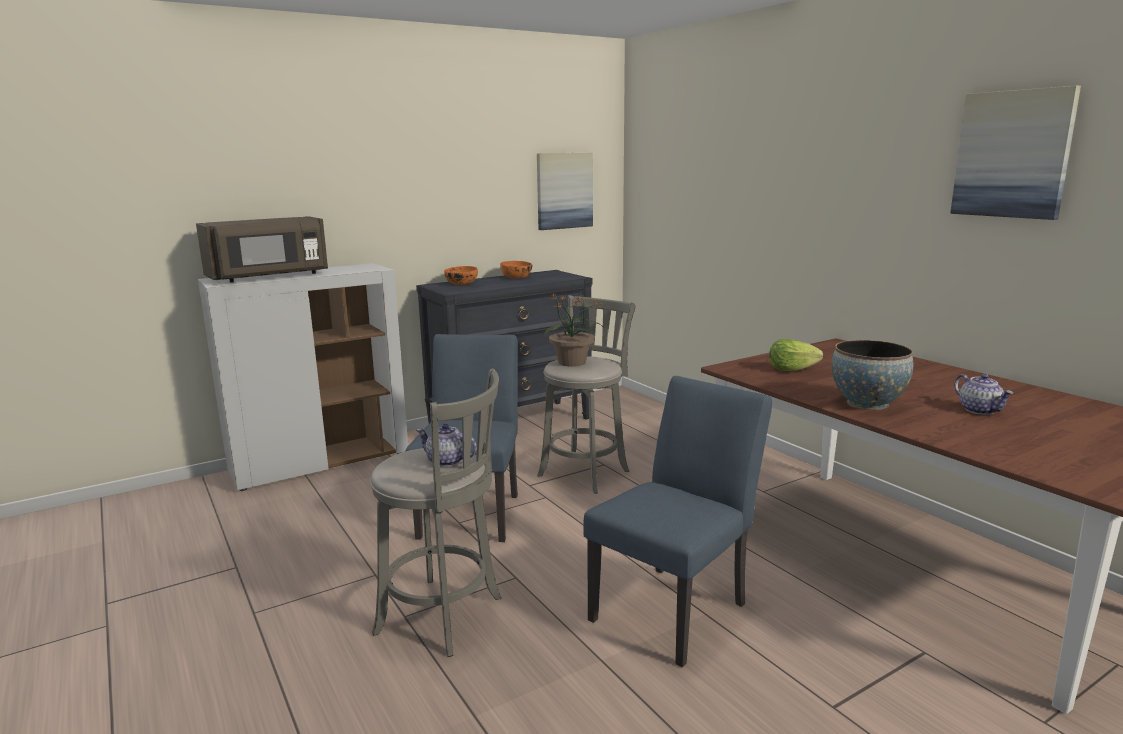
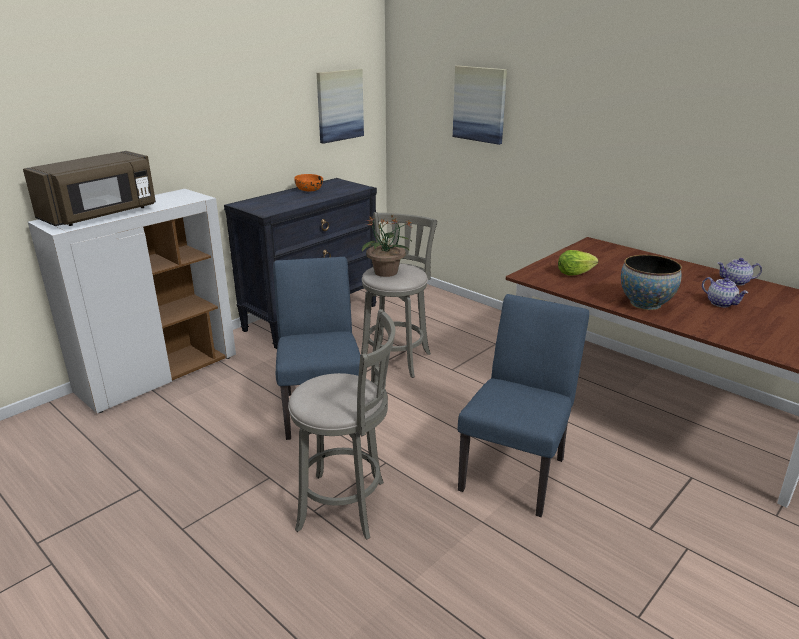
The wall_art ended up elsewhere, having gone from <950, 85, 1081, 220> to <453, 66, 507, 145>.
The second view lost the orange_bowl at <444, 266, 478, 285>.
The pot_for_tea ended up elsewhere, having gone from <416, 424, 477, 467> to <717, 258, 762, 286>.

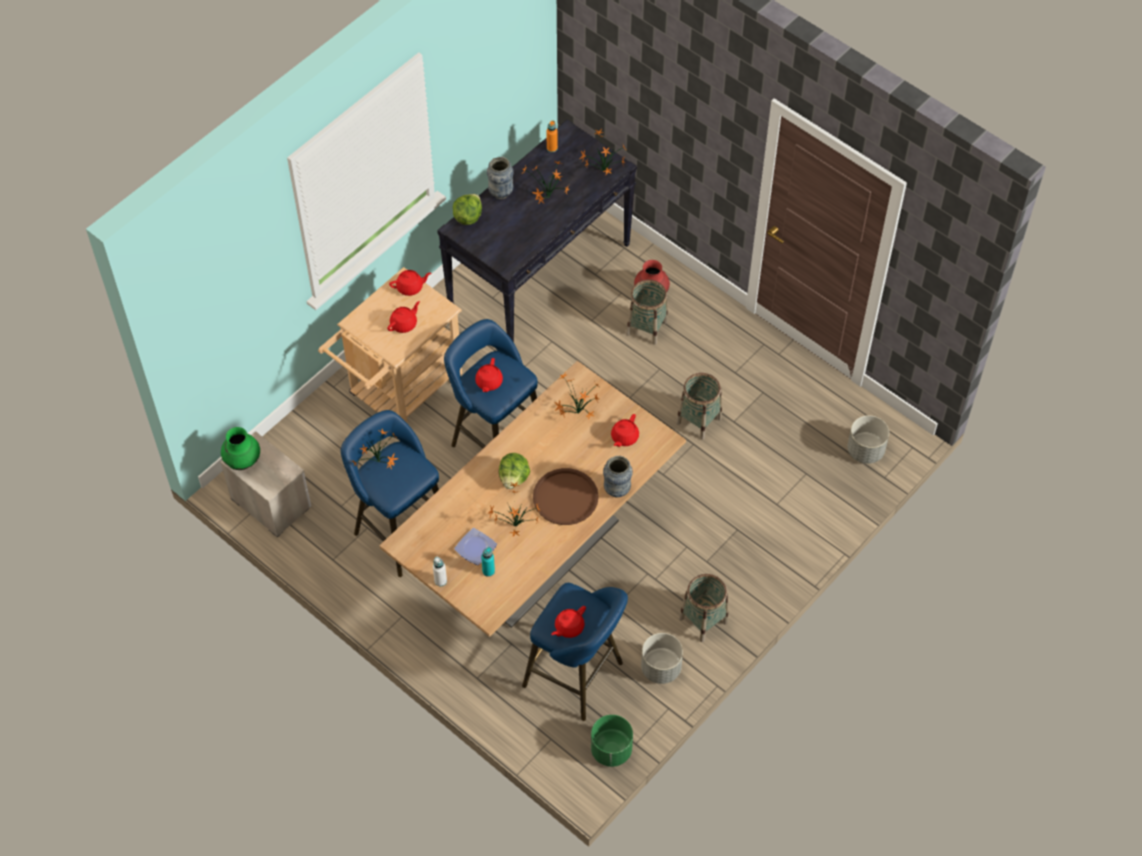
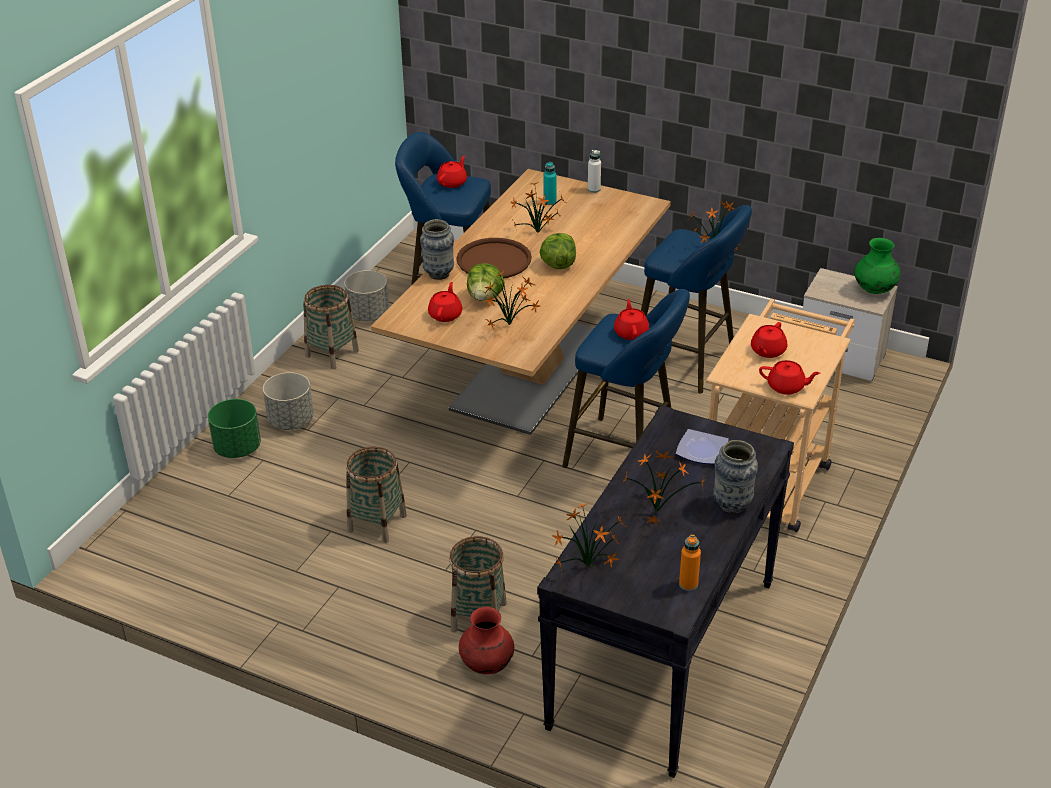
The head_of_lettuce ended up elsewhere, having gone from <453, 194, 482, 225> to <467, 263, 505, 301>.
The reddish_pot_for_tea at <389, 270, 431, 296> ended up facing another way, 135 degrees counterclockwise from before.
The grey_plant_pot ended up elsewhere, having gone from <847, 415, 889, 464> to <263, 372, 314, 430>.
The flat_dish ended up elsewhere, having gone from <454, 528, 497, 565> to <676, 429, 729, 465>.
The greenish_plant_pot ended up elsewhere, having gone from <591, 715, 633, 767> to <208, 399, 261, 458>.

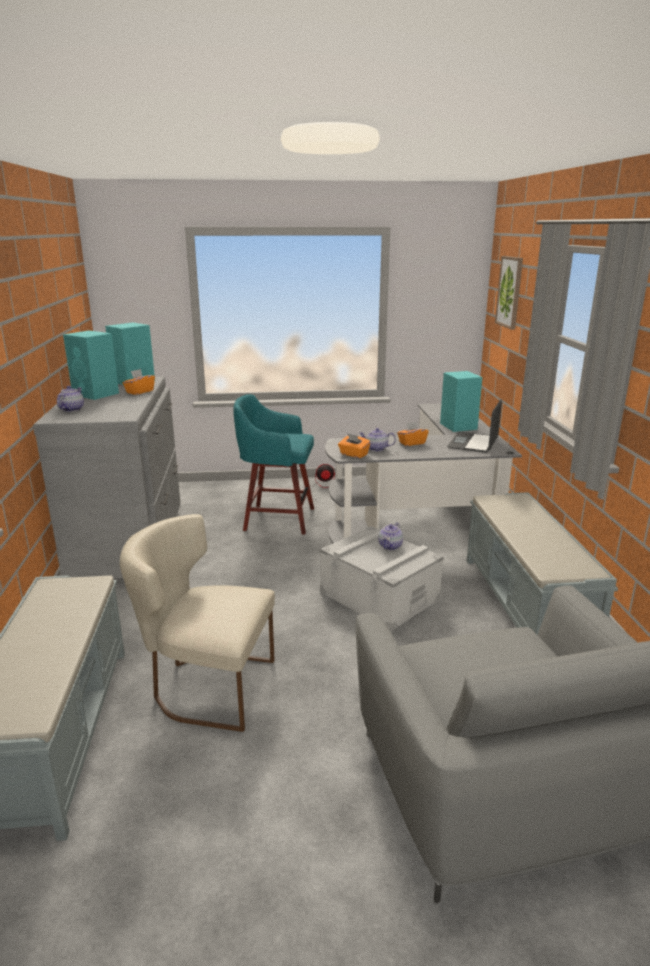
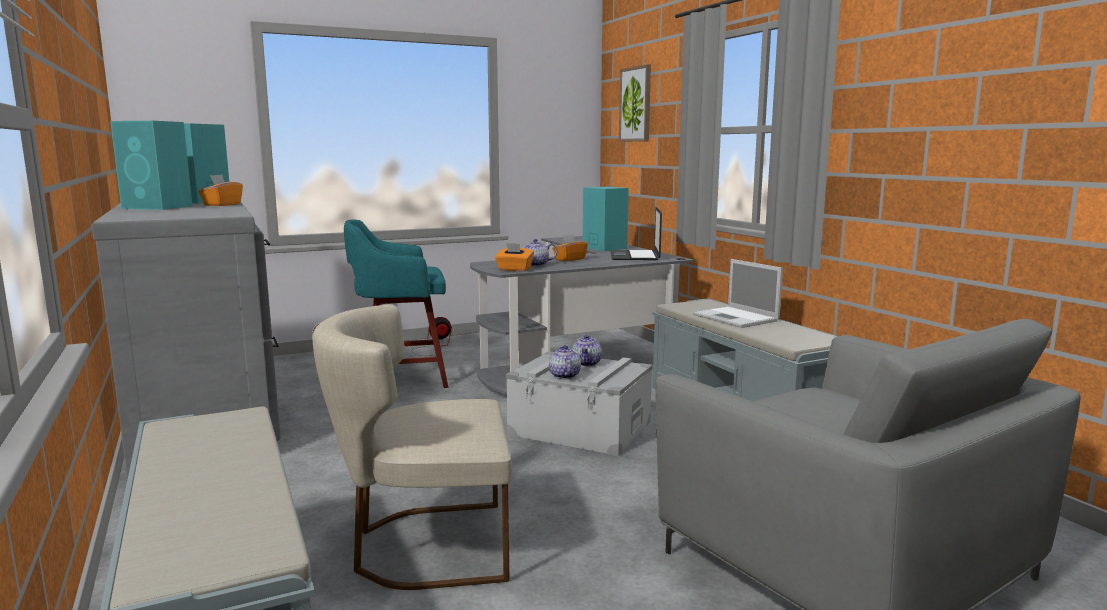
The pot_for_tea ended up elsewhere, having gone from <57, 386, 84, 412> to <549, 345, 581, 379>.
The second view gained the laptop at <693, 259, 783, 328>.

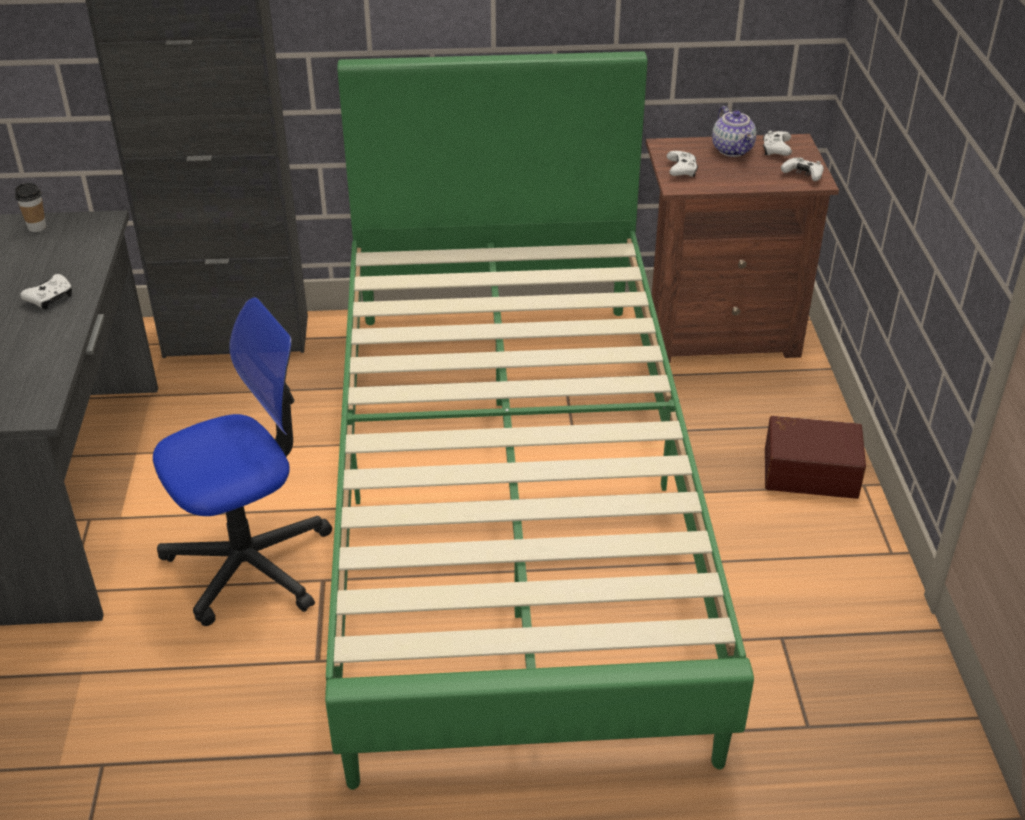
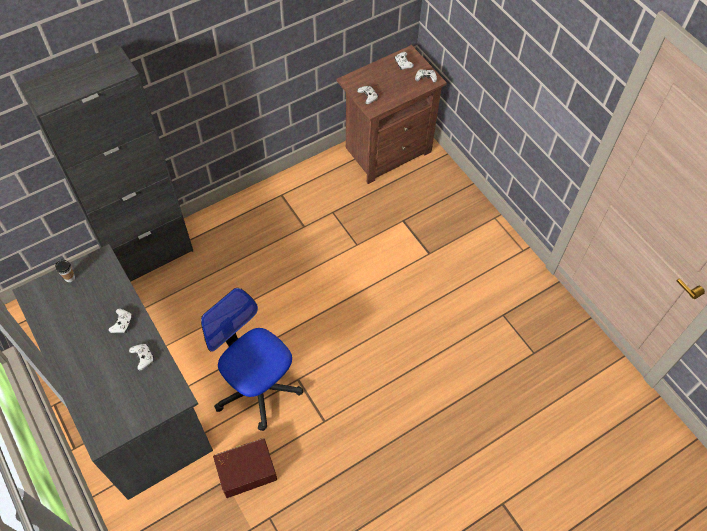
The second view lost the greenish_bedroom_bed at <325, 51, 754, 790>.
The second view lost the pot_for_tea at <712, 106, 757, 157>.
The office_chair at <153, 297, 332, 626> ended up facing another way, 75 degrees counterclockwise from before.
The brown-coloured_storage_bin ended up elsewhere, having gone from <765, 416, 866, 499> to <213, 438, 277, 498>.
The second view gained the white-coloured_gamepad at <129, 344, 154, 370>.

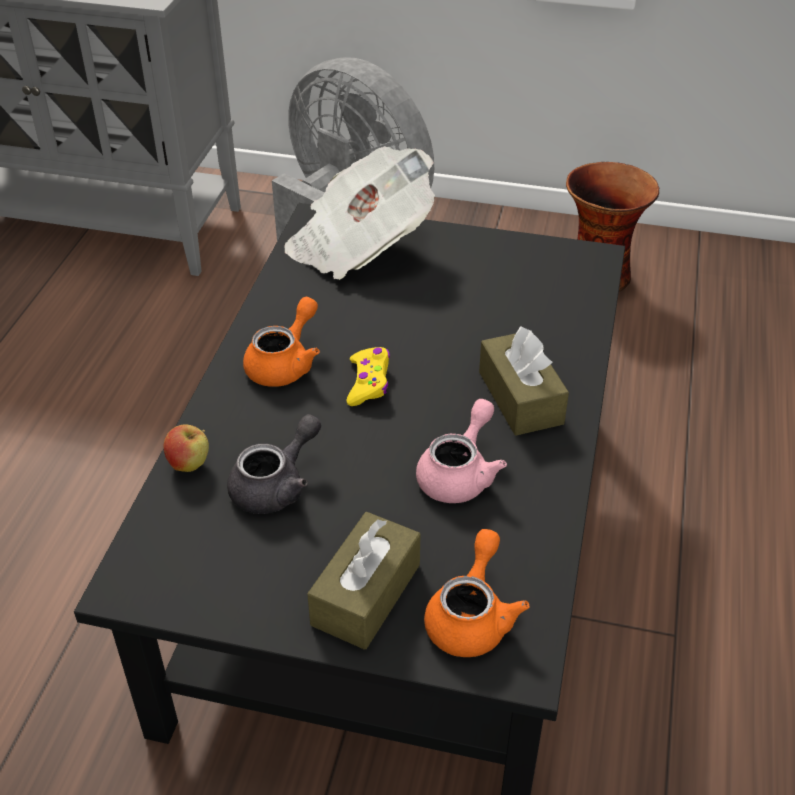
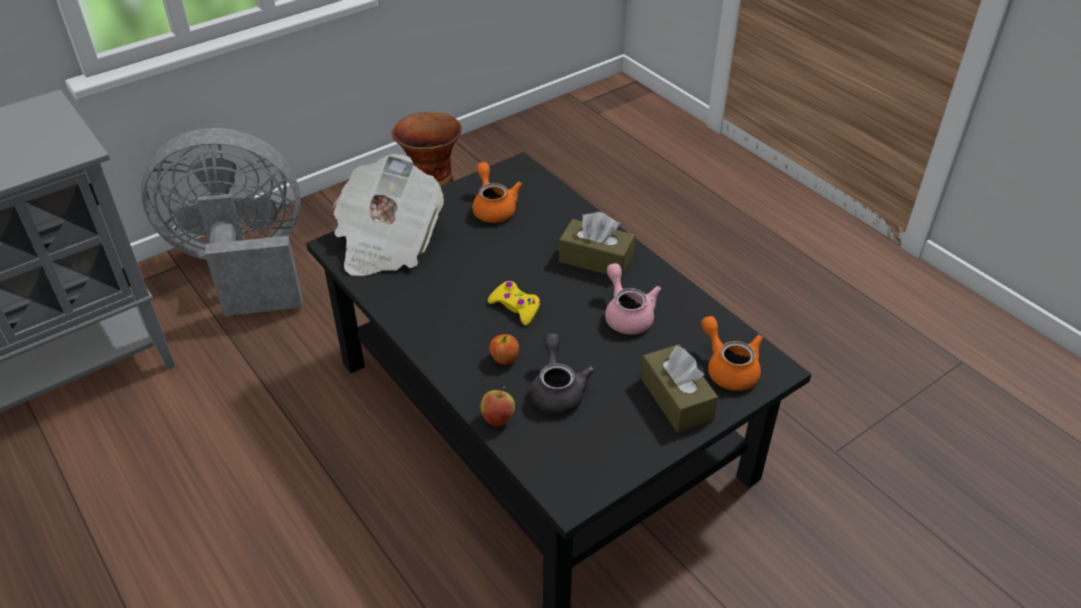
The orange_pot_for_tea ended up elsewhere, having gone from <243, 297, 320, 387> to <472, 162, 522, 223>.
The second view gained the whole_apple at <489, 334, 519, 365>.

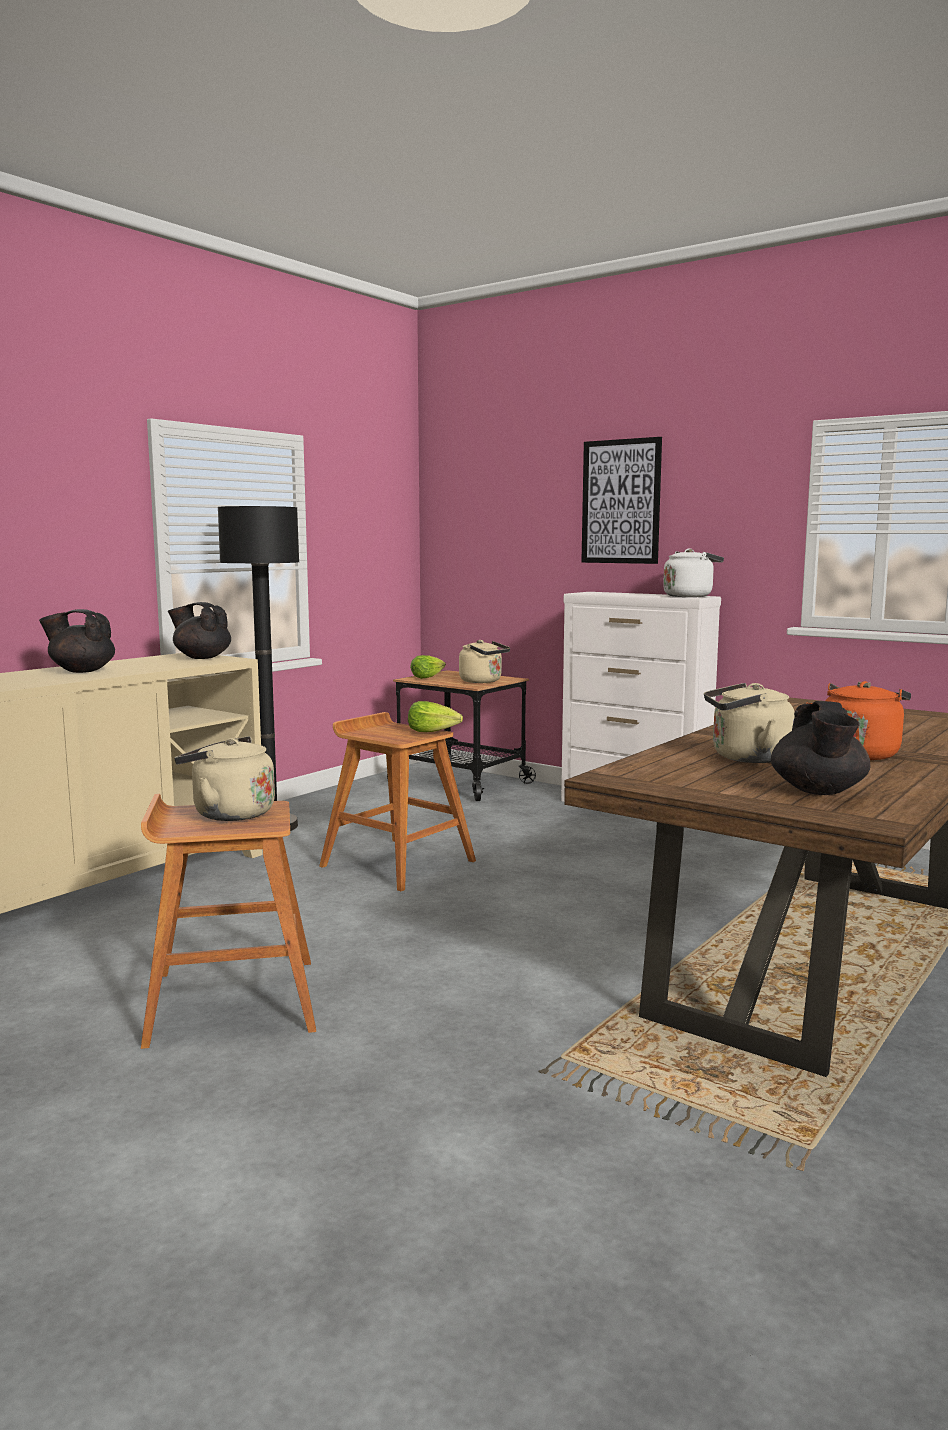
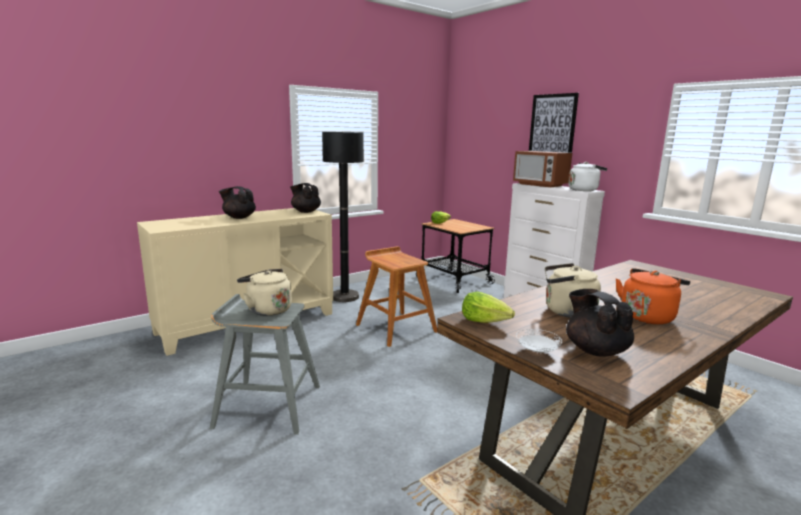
The second view lost the beige-coloured_tea_kettle at <459, 640, 510, 683>.
The head_of_lettuce ended up elsewhere, having gone from <408, 701, 463, 732> to <462, 292, 515, 323>.
The black_pot_for_tea at <771, 701, 870, 795> ended up facing another way, 135 degrees clockwise from before.
What was the brown-coloured_sitting_stool at <141, 794, 316, 1049> turned into the grey_sitting_stool at <210, 294, 320, 435>.
The second view gained the microwave at <513, 151, 572, 187>.
The second view gained the white-coloured_flat_dish at <516, 329, 562, 353>.

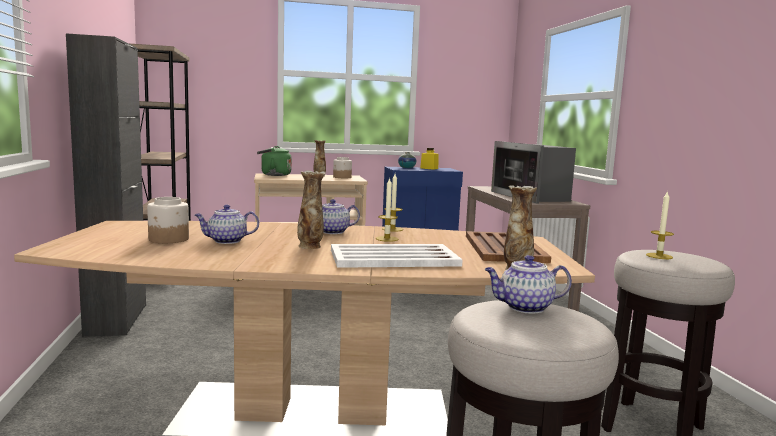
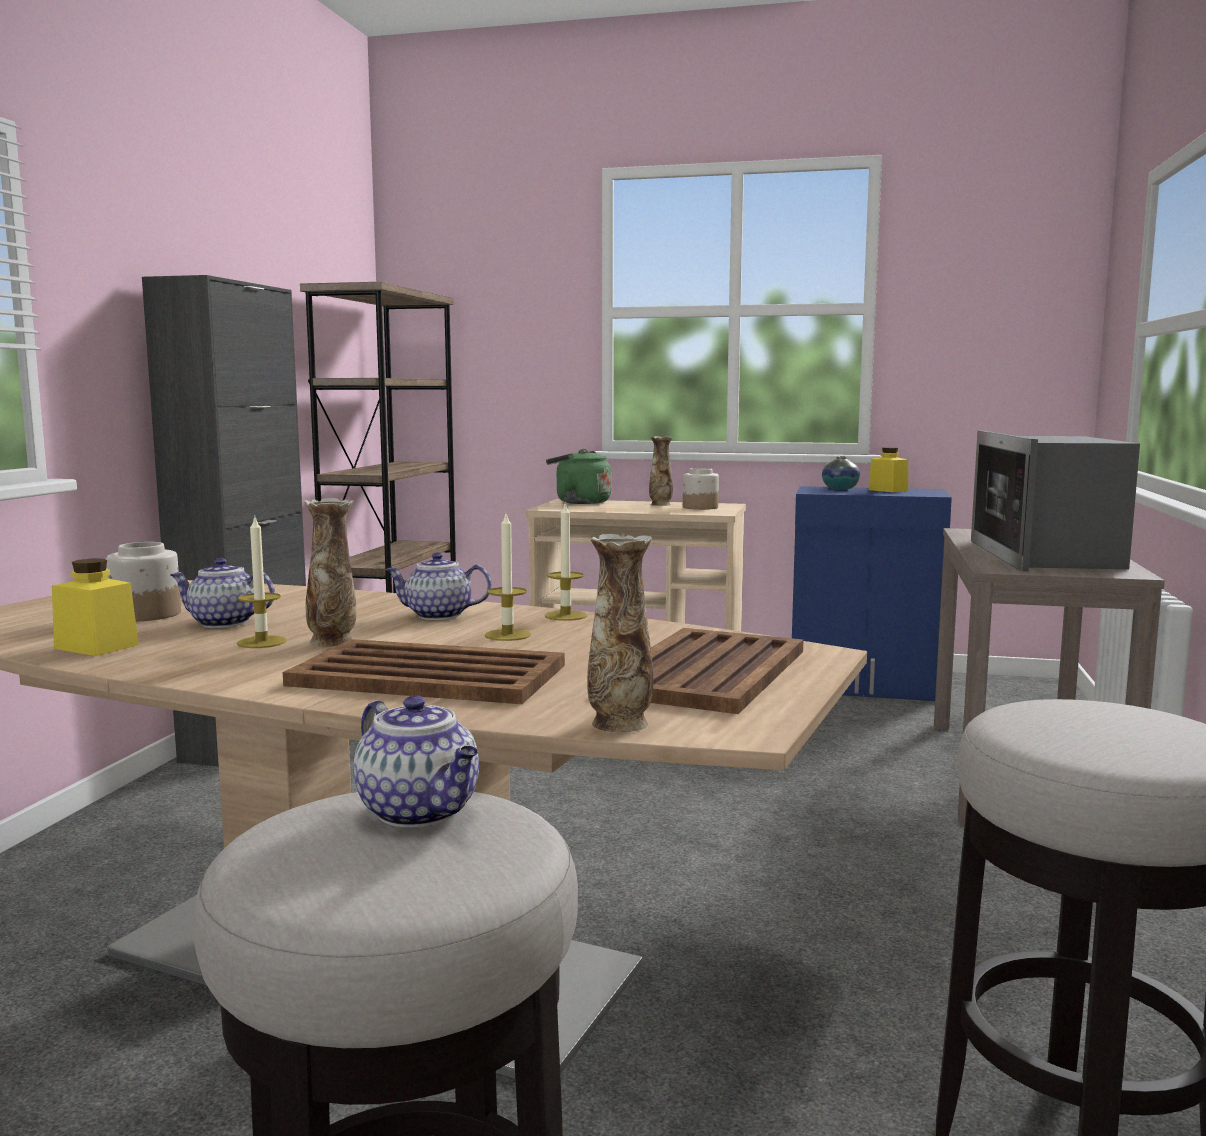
The wax_light ended up elsewhere, having gone from <646, 190, 674, 259> to <237, 518, 287, 648>.
What was the white-coloured_carrying_tray at <331, 244, 463, 268> turned into the brown-coloured_carrying_tray at <283, 639, 565, 704>.
The pot_for_tea at <485, 255, 572, 313> ended up facing another way, 150 degrees counterclockwise from before.
The second view gained the yellow_jar at <52, 559, 139, 656>.

